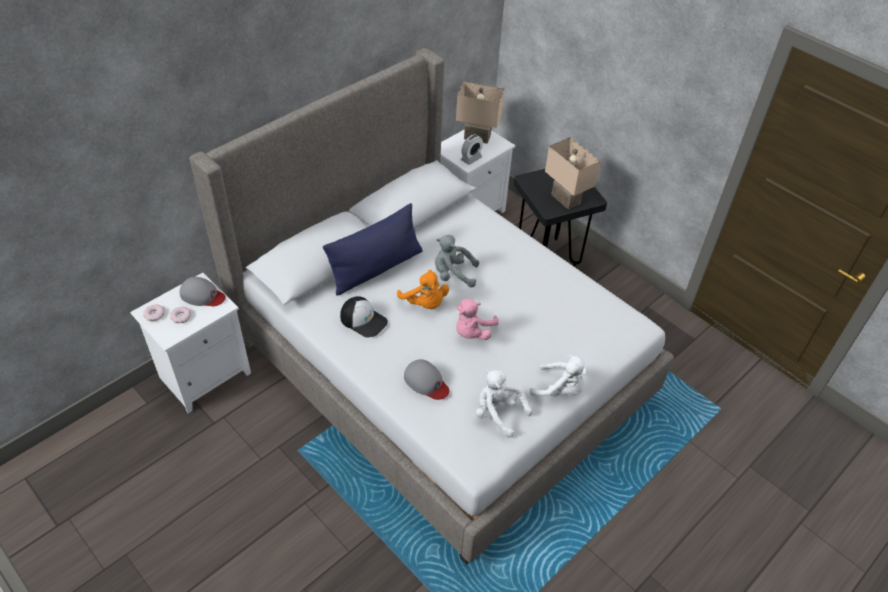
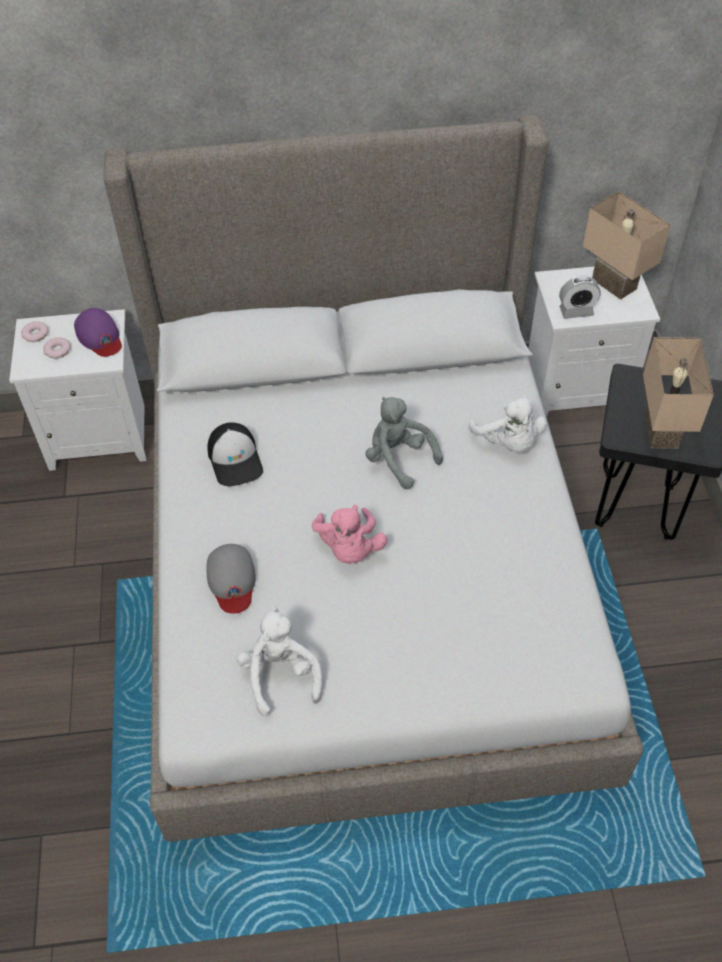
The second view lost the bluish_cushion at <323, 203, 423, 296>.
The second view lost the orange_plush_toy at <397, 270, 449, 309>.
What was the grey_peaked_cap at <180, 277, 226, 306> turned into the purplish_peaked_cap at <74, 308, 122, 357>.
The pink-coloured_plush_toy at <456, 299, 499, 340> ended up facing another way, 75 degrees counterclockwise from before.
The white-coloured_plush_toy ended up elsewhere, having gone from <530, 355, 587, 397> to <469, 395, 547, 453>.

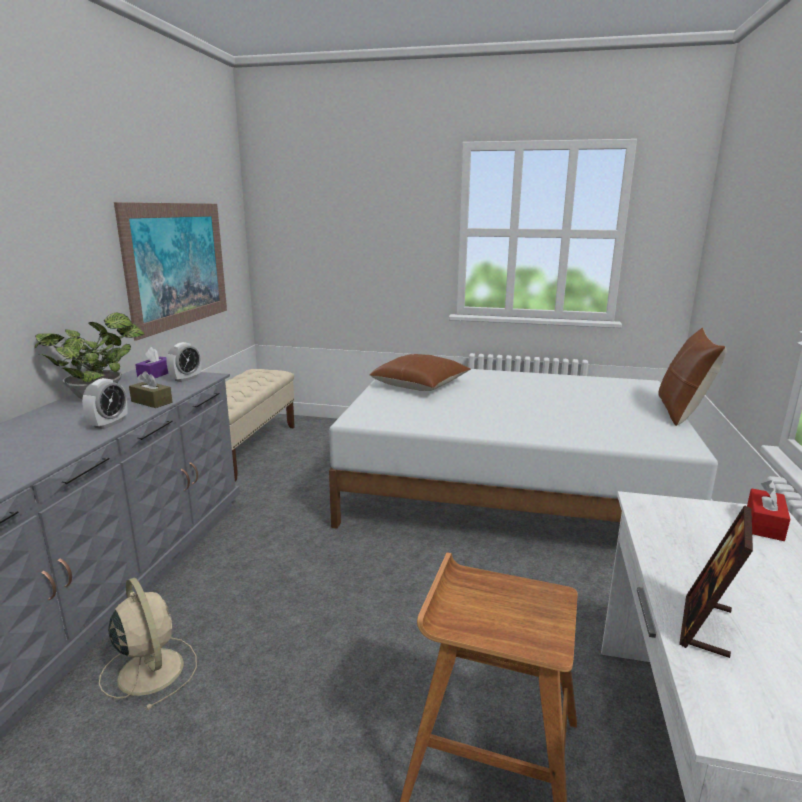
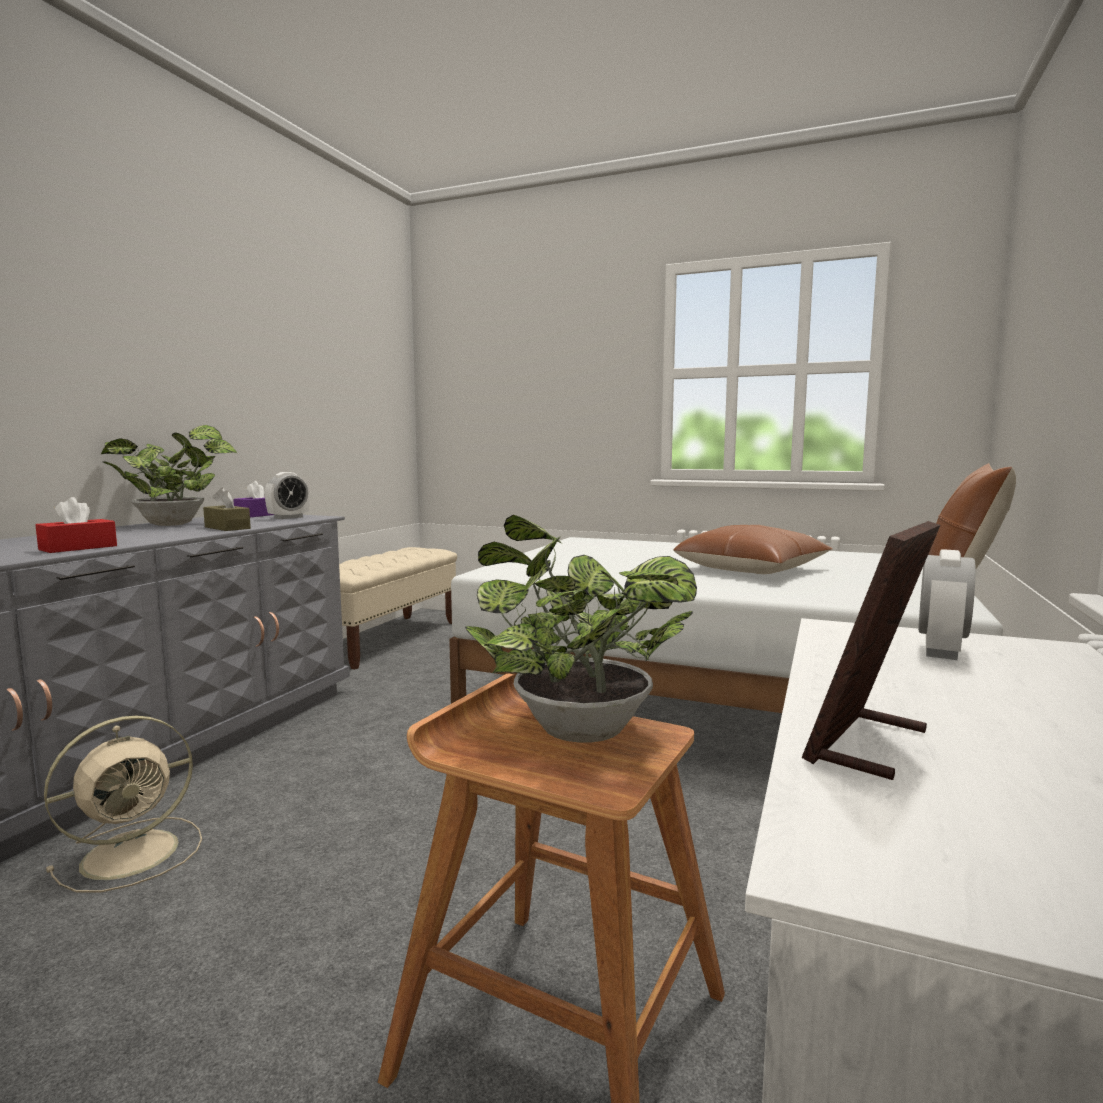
The second view lost the wall_art at <114, 202, 227, 341>.
The brown-coloured_cushion ended up elsewhere, having gone from <370, 354, 471, 391> to <673, 525, 833, 574>.
The alarm_clock ended up elsewhere, having gone from <82, 378, 127, 429> to <918, 549, 975, 660>.
The reddish_tissue_box ended up elsewhere, having gone from <747, 480, 790, 541> to <35, 497, 117, 553>.
The beige-coloured_cooling_fan at <99, 577, 197, 710> ended up facing another way, 75 degrees clockwise from before.
The second view gained the plant_in_a_pot at <465, 515, 697, 743>.

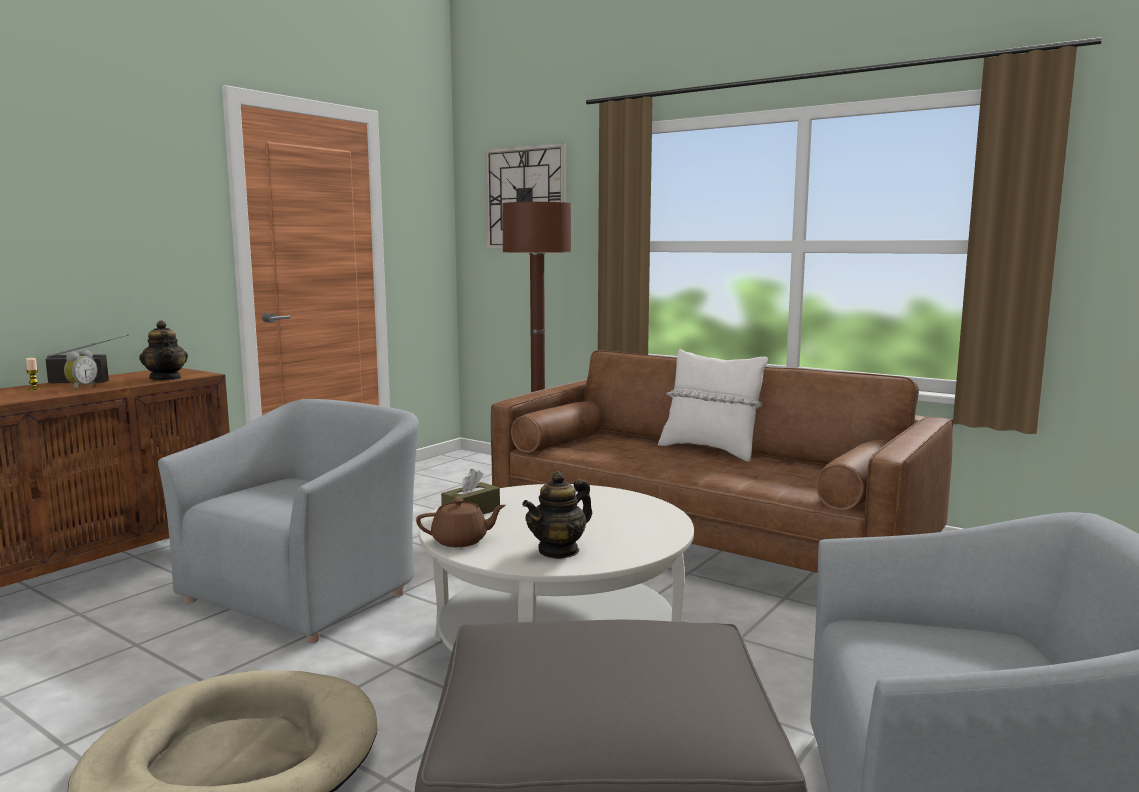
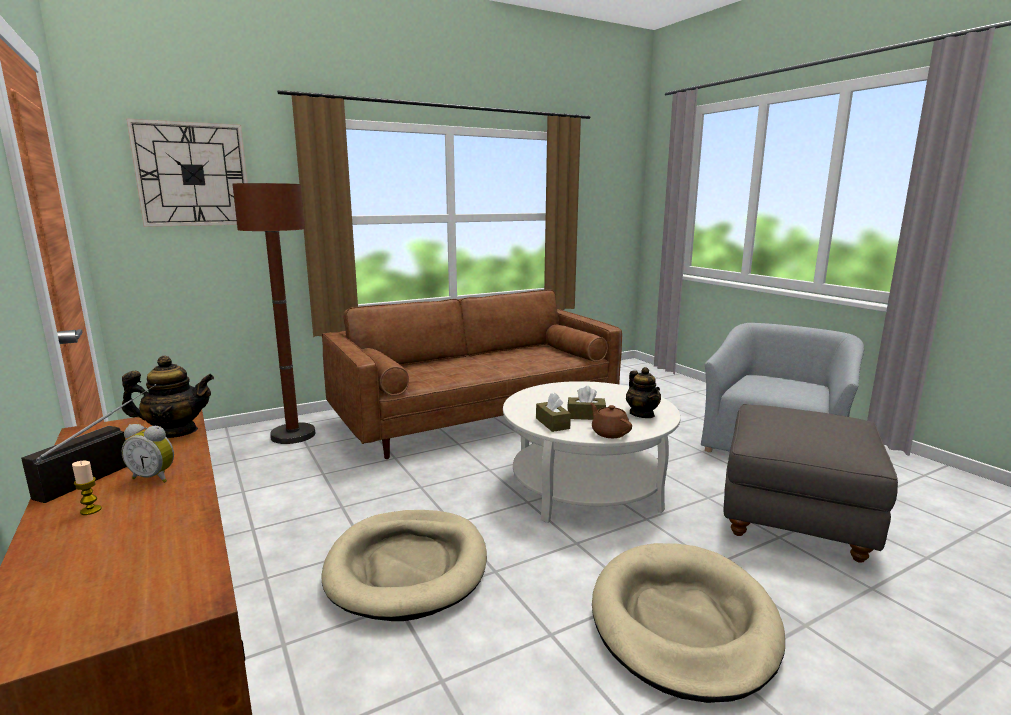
The second view lost the white-coloured_cushion at <658, 349, 768, 462>.
The alarm_clock at <64, 350, 97, 390> ended up facing another way, 150 degrees clockwise from before.
Where the grey_armchair stood at <158, 399, 419, 643>, the beige-coloured_dog_cushion came to stand at <321, 510, 487, 621>.
The brown-coloured_pot_for_tea at <416, 498, 506, 547> ended up facing another way, 45 degrees counterclockwise from before.
The second view gained the brown-coloured_tissue_box at <568, 386, 606, 420>.

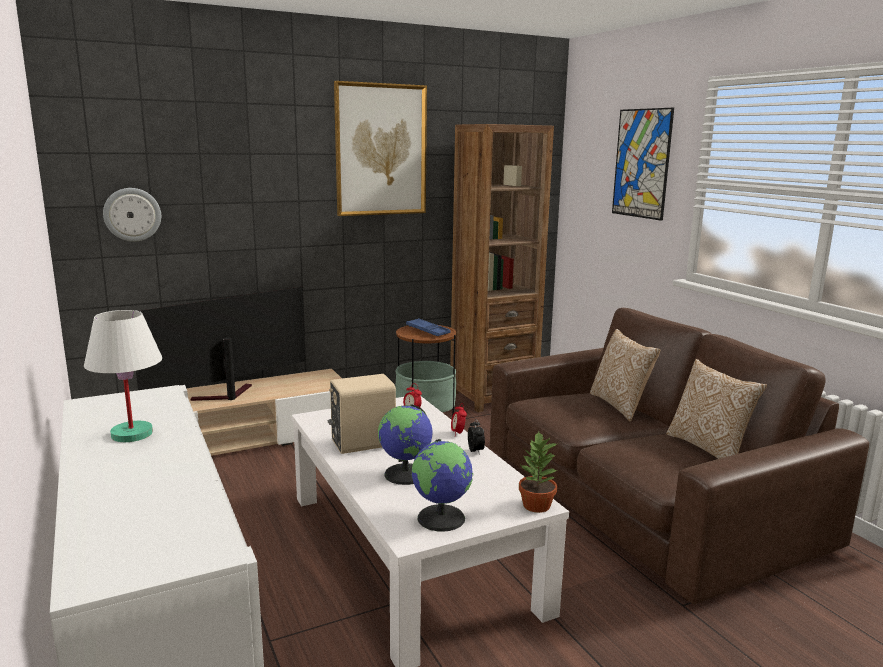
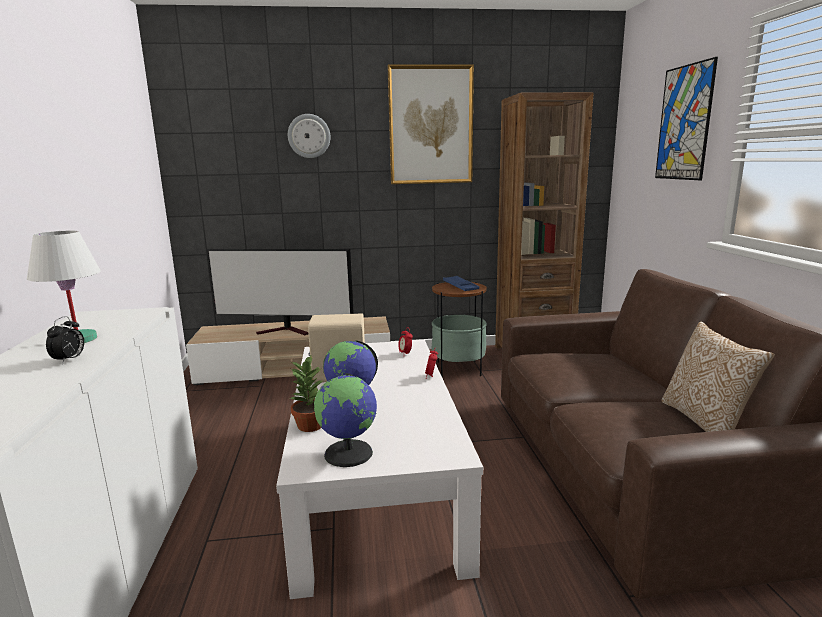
The wall_clock ended up elsewhere, having gone from <103, 188, 161, 242> to <288, 114, 330, 158>.
The TV at <136, 287, 306, 401> ended up facing another way, 150 degrees counterclockwise from before.
The second view lost the cushion at <590, 329, 661, 421>.
The alarm_clock ended up elsewhere, having gone from <468, 419, 485, 452> to <46, 316, 84, 364>.
The plant_in_a_pot ended up elsewhere, having gone from <519, 431, 557, 513> to <290, 354, 324, 432>.

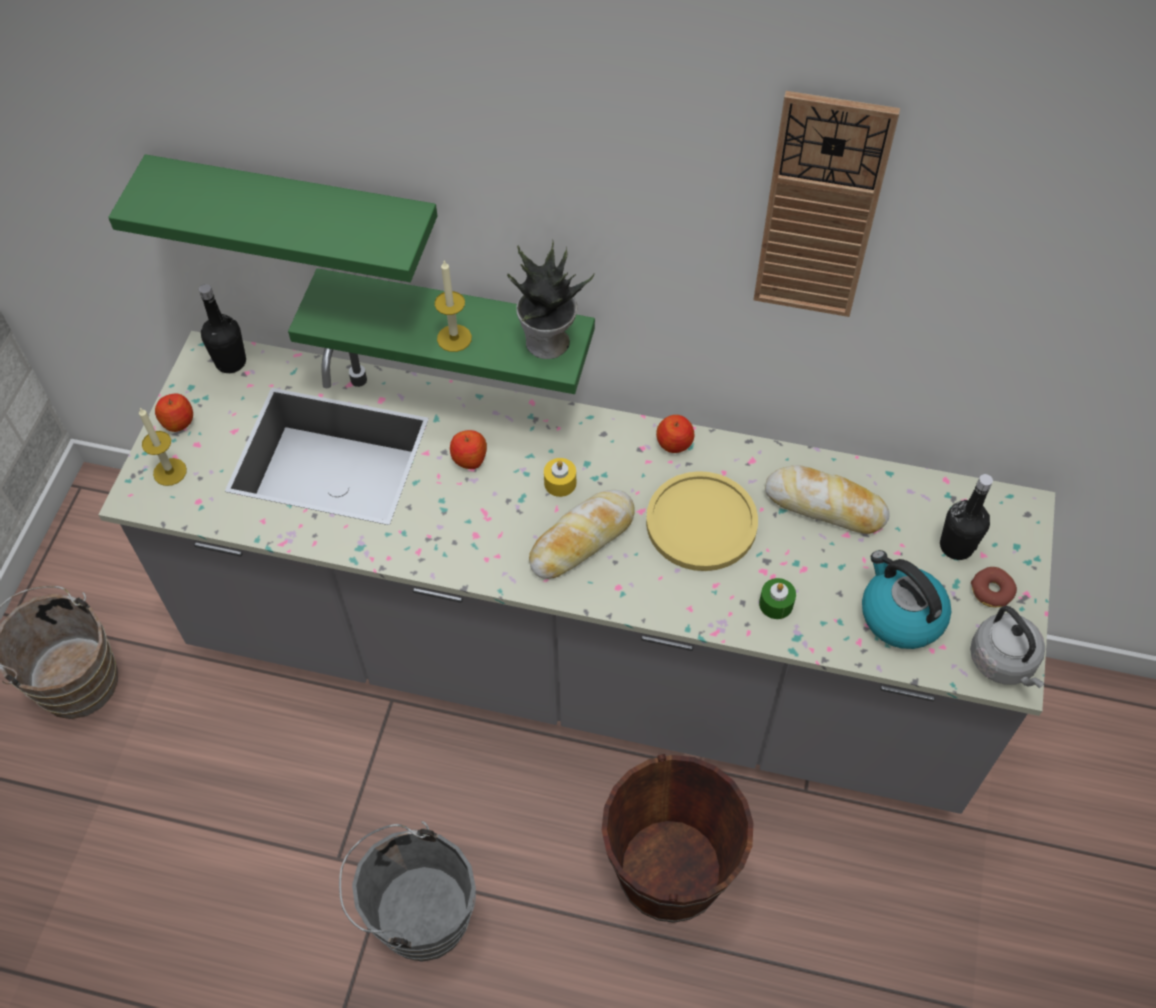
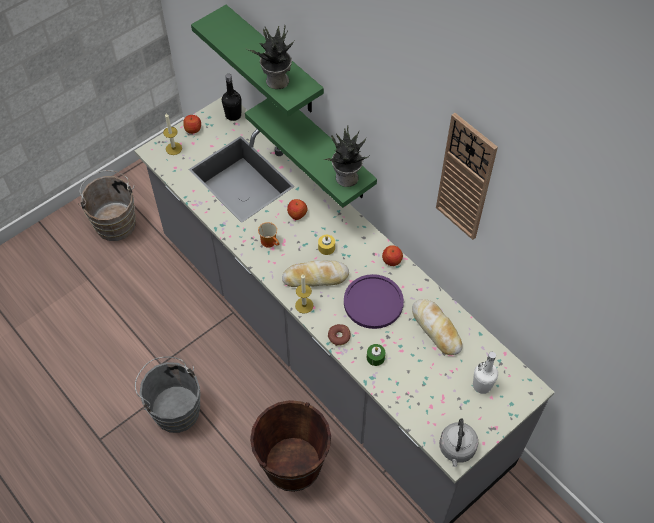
The wax_light ended up elsewhere, having gone from <435, 260, 472, 352> to <295, 275, 313, 314>.
What was the yellow_flat_dish at <646, 471, 758, 571> turned into the purplish_flat_dish at <344, 274, 404, 329>.
What was the black_beverage_bottle at <940, 474, 993, 560> turned into the white-coloured_beverage_bottle at <473, 352, 498, 394>.
The second view lost the tea_kettle at <862, 550, 951, 649>.
The donut ended up elsewhere, having gone from <971, 567, 1017, 608> to <328, 324, 351, 346>.
The second view gained the plant_in_a_pot at <247, 25, 294, 89>.
The second view gained the coffee_mug at <258, 222, 279, 248>.

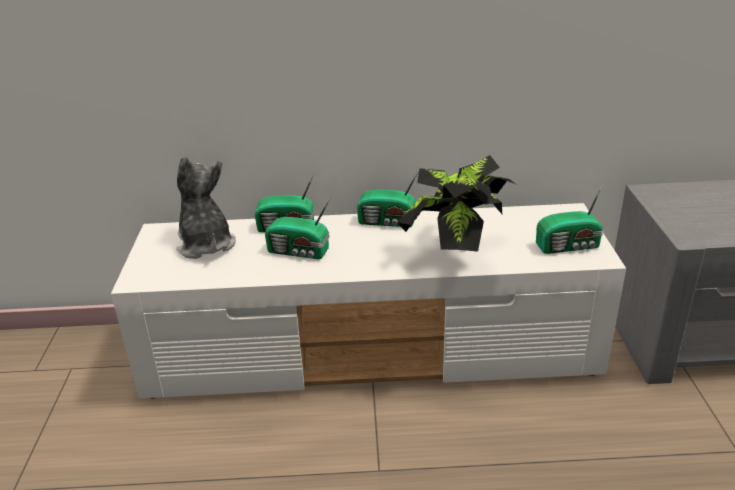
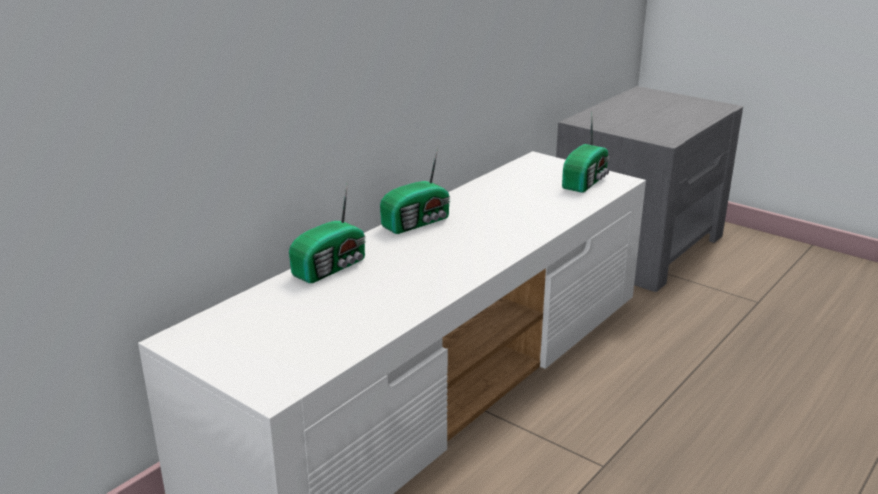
The second view lost the plant_in_a_pot at <397, 155, 516, 252>.
The second view lost the plush_toy at <176, 156, 236, 259>.
The second view lost the radio_receiver at <265, 197, 331, 259>.

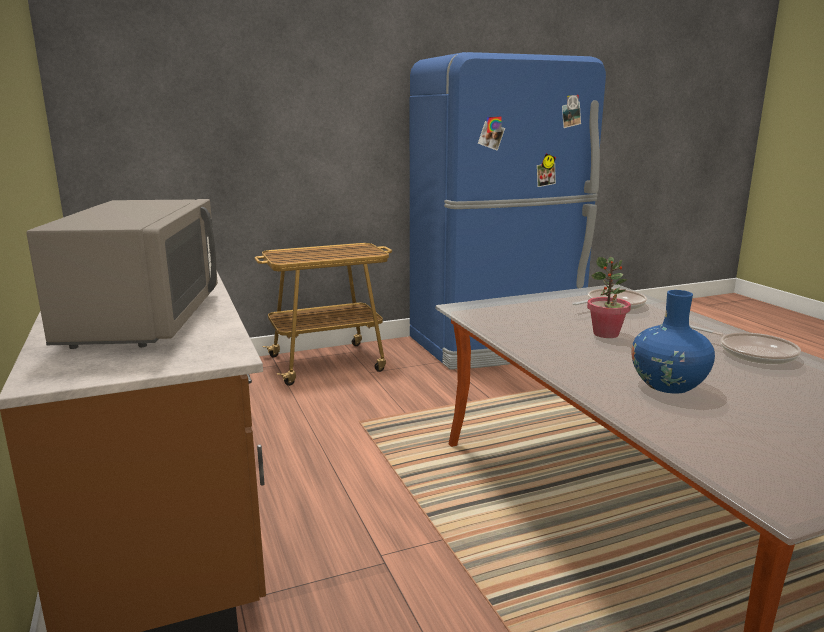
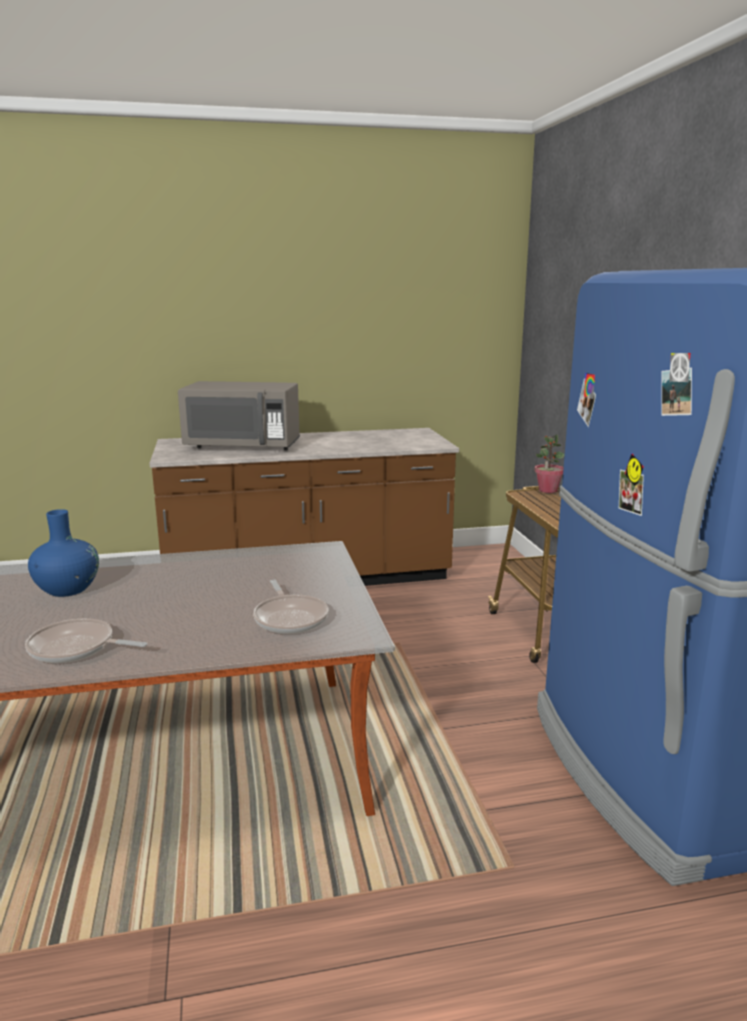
The plant_in_a_pot ended up elsewhere, having gone from <587, 257, 631, 338> to <534, 435, 565, 493>.
The pan at <689, 325, 801, 364> ended up facing another way, 45 degrees clockwise from before.

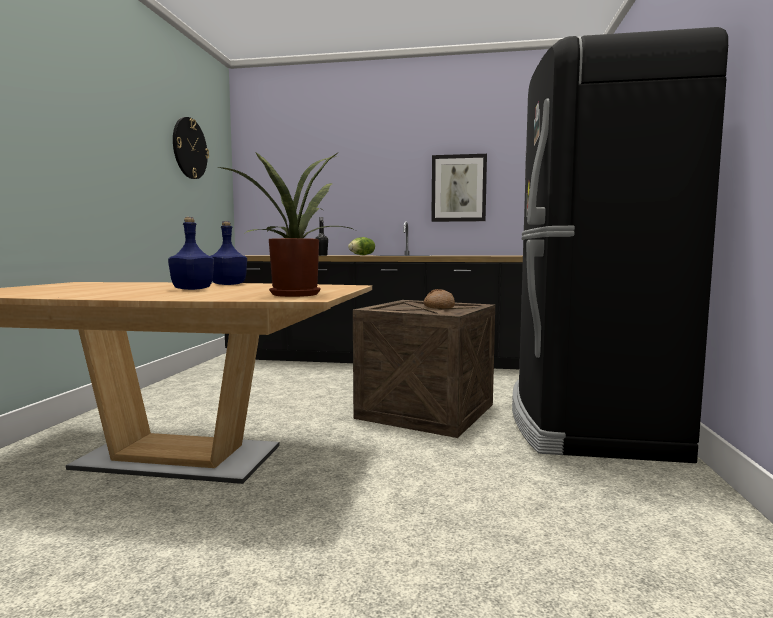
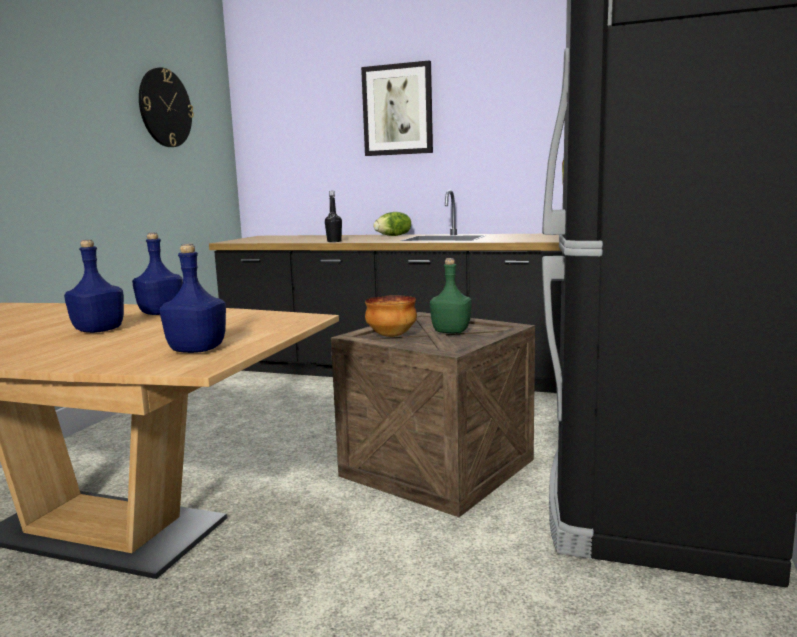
Where the plant_in_a_pot stood at <219, 151, 355, 297>, the bluish_beverage_bottle came to stand at <160, 244, 226, 353>.
The wall_art ended up elsewhere, having gone from <431, 154, 487, 222> to <361, 60, 433, 156>.
Where the bakery_bread stood at <423, 289, 455, 309>, the greenish_beverage_bottle came to stand at <430, 258, 472, 333>.
The second view gained the bowl at <365, 295, 417, 337>.

